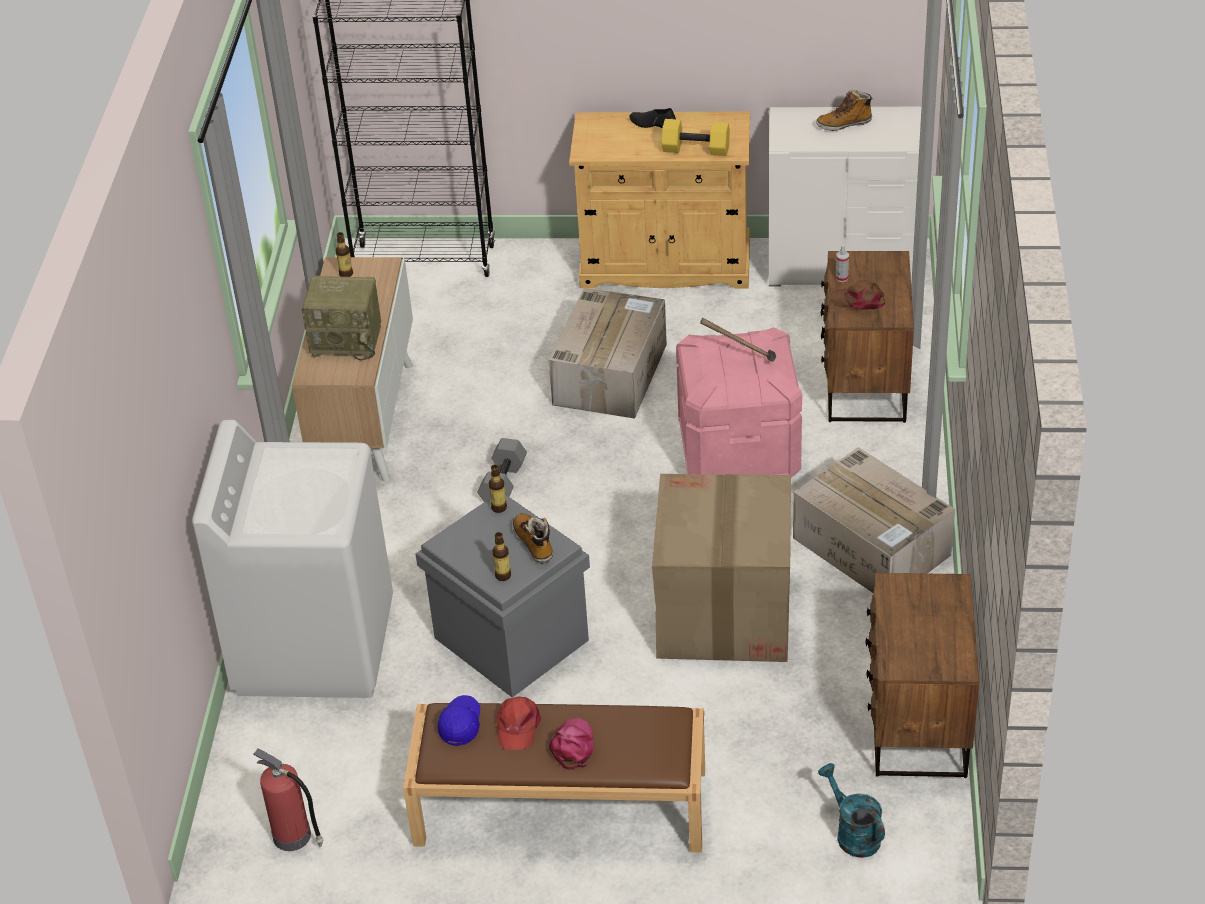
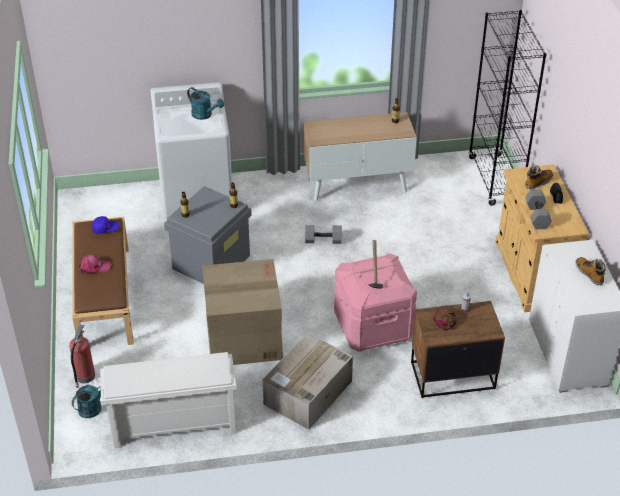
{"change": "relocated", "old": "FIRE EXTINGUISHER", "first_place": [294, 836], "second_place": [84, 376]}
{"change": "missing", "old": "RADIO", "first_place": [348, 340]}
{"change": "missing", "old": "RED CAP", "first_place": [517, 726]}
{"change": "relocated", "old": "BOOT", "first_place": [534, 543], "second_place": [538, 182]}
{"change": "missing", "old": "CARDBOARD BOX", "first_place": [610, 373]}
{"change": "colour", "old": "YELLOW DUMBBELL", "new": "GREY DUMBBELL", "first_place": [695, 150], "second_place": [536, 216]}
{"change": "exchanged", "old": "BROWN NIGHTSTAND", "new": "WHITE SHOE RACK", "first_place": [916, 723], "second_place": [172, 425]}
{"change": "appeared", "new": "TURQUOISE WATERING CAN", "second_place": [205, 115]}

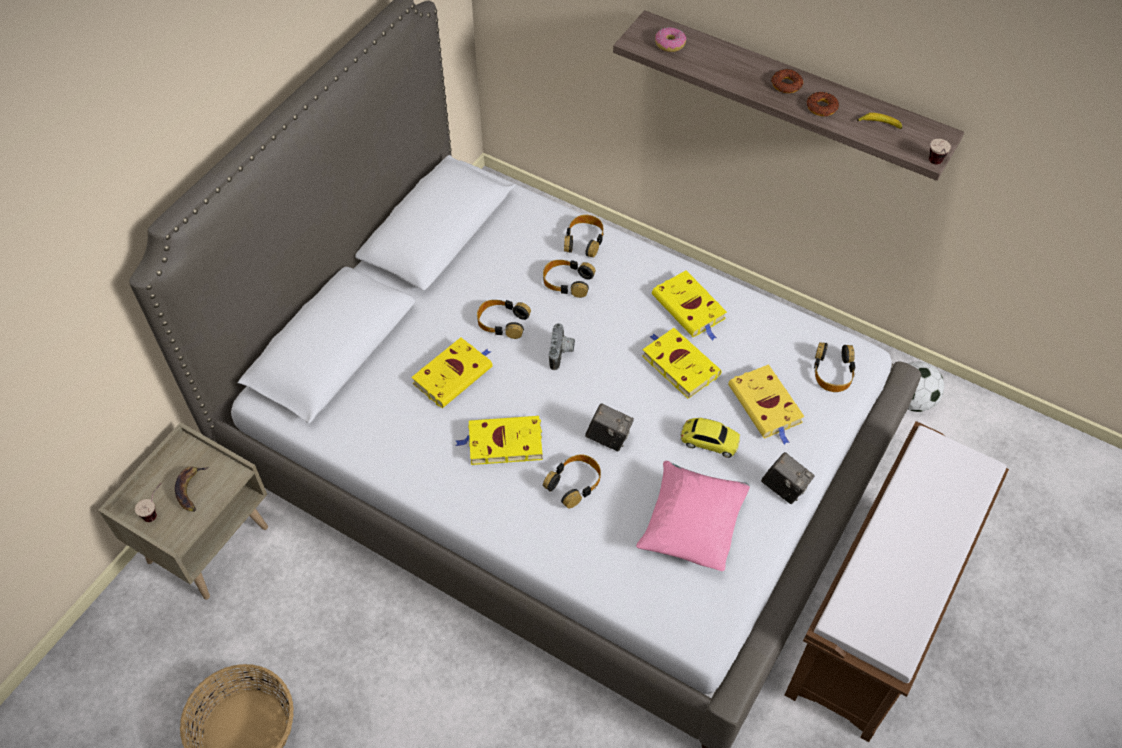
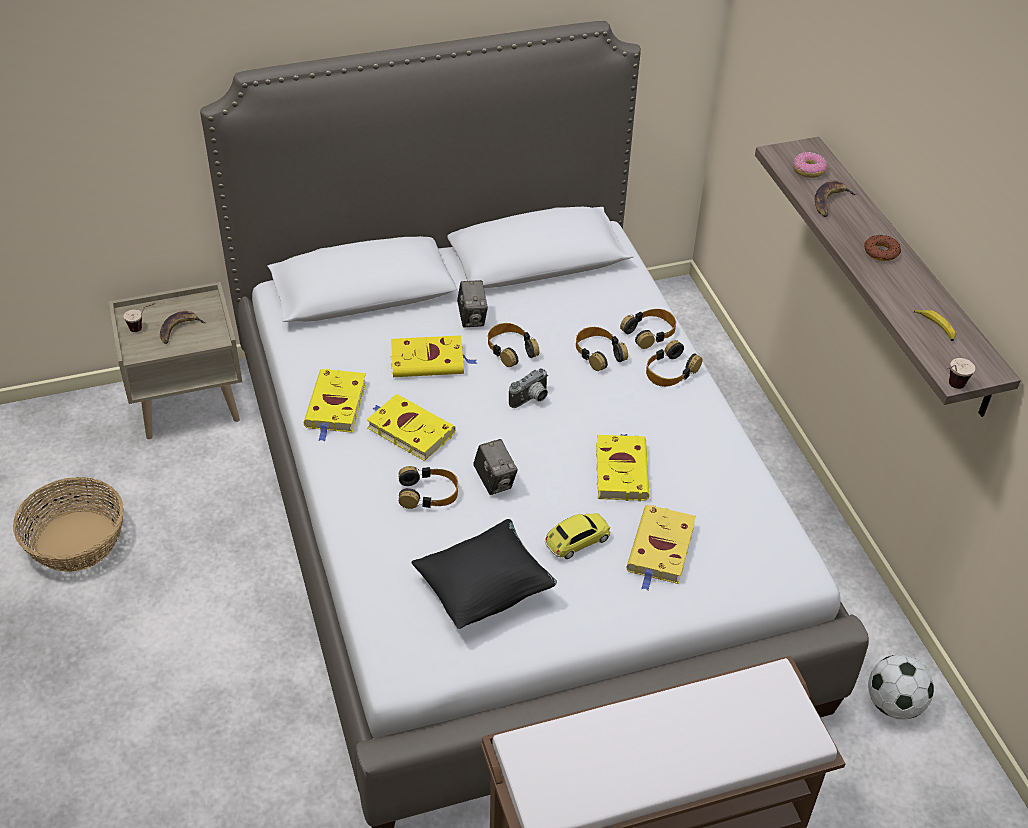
{"change": "colour", "old": "PINK PILLOW", "new": "BLACK PILLOW", "first_place": [691, 527], "second_place": [485, 590]}
{"change": "relocated", "old": "YELLOW BOOK", "first_place": [690, 308], "second_place": [336, 406]}
{"change": "spun", "old": "TOY CAR", "first_place": [709, 442], "second_place": [576, 541], "degrees": -90}
{"change": "relocated", "old": "PHOTO CAMERA", "first_place": [784, 488], "second_place": [472, 318]}
{"change": "missing", "old": "DONUT", "first_place": [821, 107]}
{"change": "relocated", "old": "HEADPHONES", "first_place": [833, 371], "second_place": [670, 371]}
{"change": "appeared", "new": "BANANA", "second_place": [830, 201]}

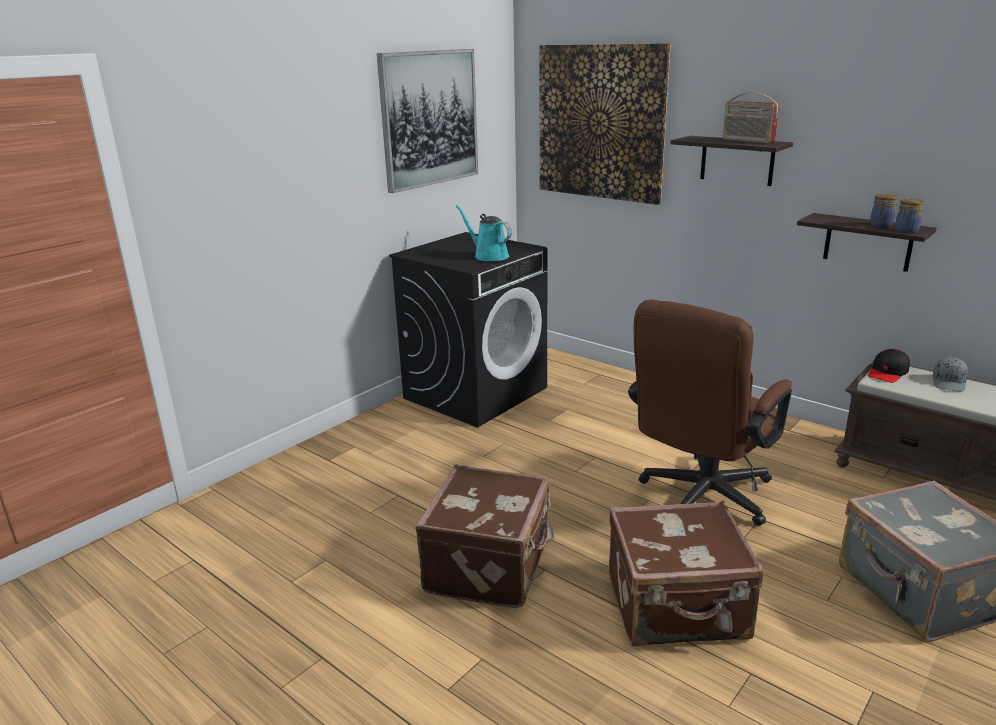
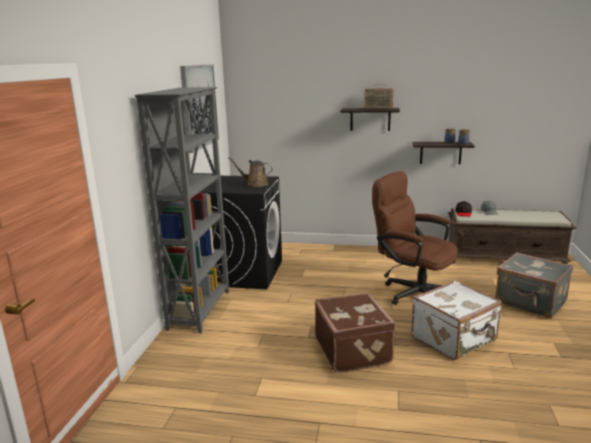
{"change": "colour", "old": "TURQUOISE WATERING CAN", "new": "BROWN WATERING CAN", "first_place": [488, 256], "second_place": [255, 184]}
{"change": "missing", "old": "PICTURE", "first_place": [600, 123]}
{"change": "colour", "old": "BROWN SUITCASE", "new": "WHITE SUITCASE", "first_place": [677, 609], "second_place": [454, 339]}
{"change": "spun", "old": "BROWN OFFICE CHAIR", "first_place": [700, 499], "second_place": [413, 292], "degrees": 120}
{"change": "appeared", "new": "GREY BOOKCASE", "second_place": [201, 309]}

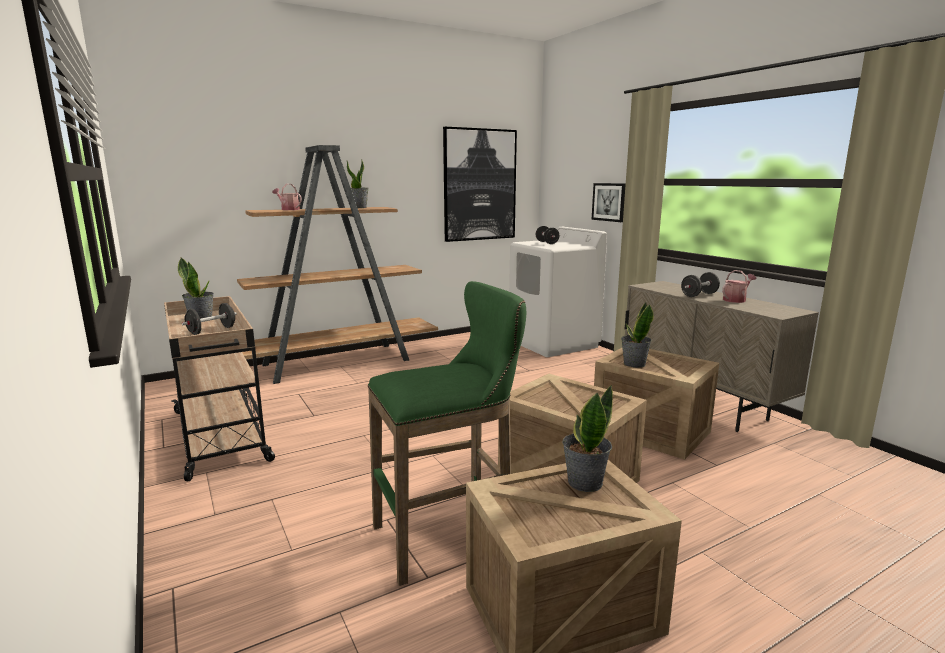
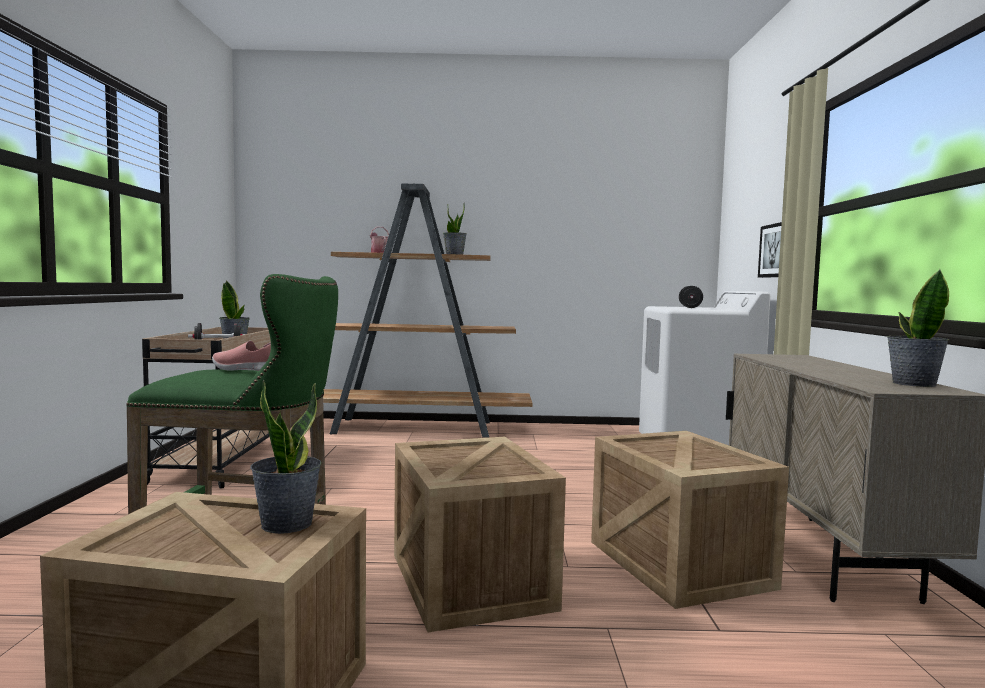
{"change": "missing", "old": "PICTURE", "first_place": [479, 185]}
{"change": "relocated", "old": "POTTED PLANT", "first_place": [634, 364], "second_place": [913, 384]}
{"change": "missing", "old": "BLACK DUMBBELL", "first_place": [699, 295]}
{"change": "missing", "old": "WATERING CAN", "first_place": [736, 300]}
{"change": "appeared", "new": "PINK SHOE", "second_place": [247, 371]}

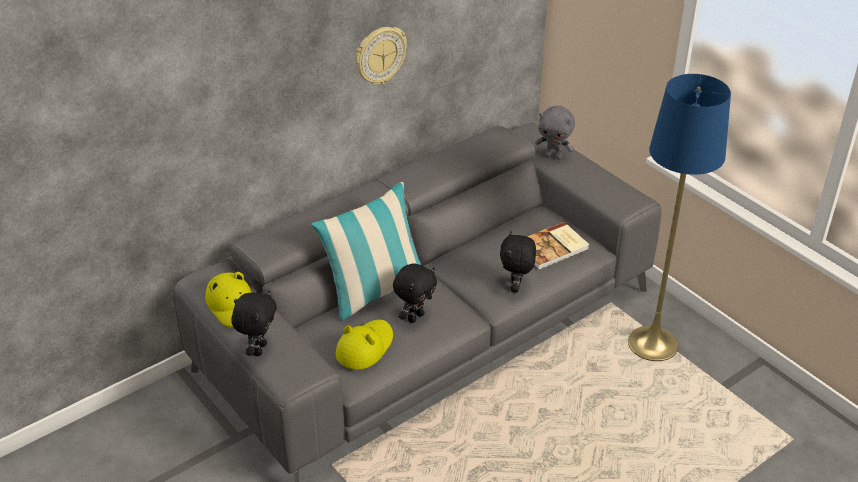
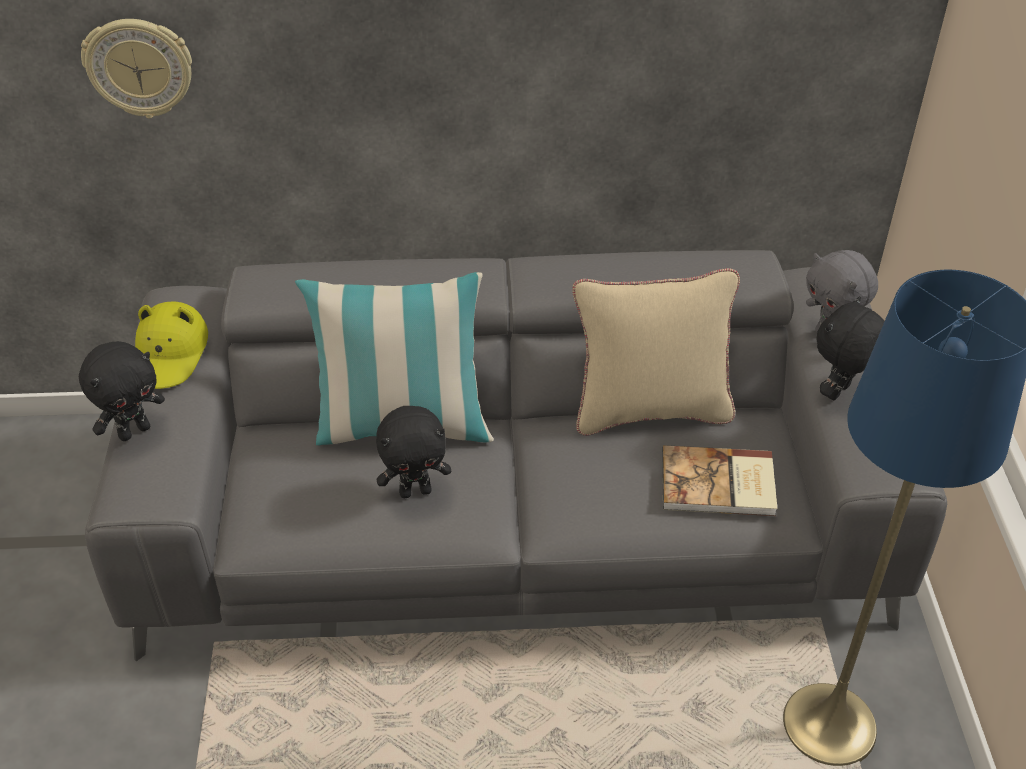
{"change": "missing", "old": "YELLOW HAT", "first_place": [364, 347]}
{"change": "relocated", "old": "WALL CLOCK", "first_place": [379, 55], "second_place": [139, 67]}
{"change": "relocated", "old": "BLACK PLUSH TOY", "first_place": [516, 287], "second_place": [839, 392]}
{"change": "appeared", "new": "BEIGE PILLOW", "second_place": [650, 410]}

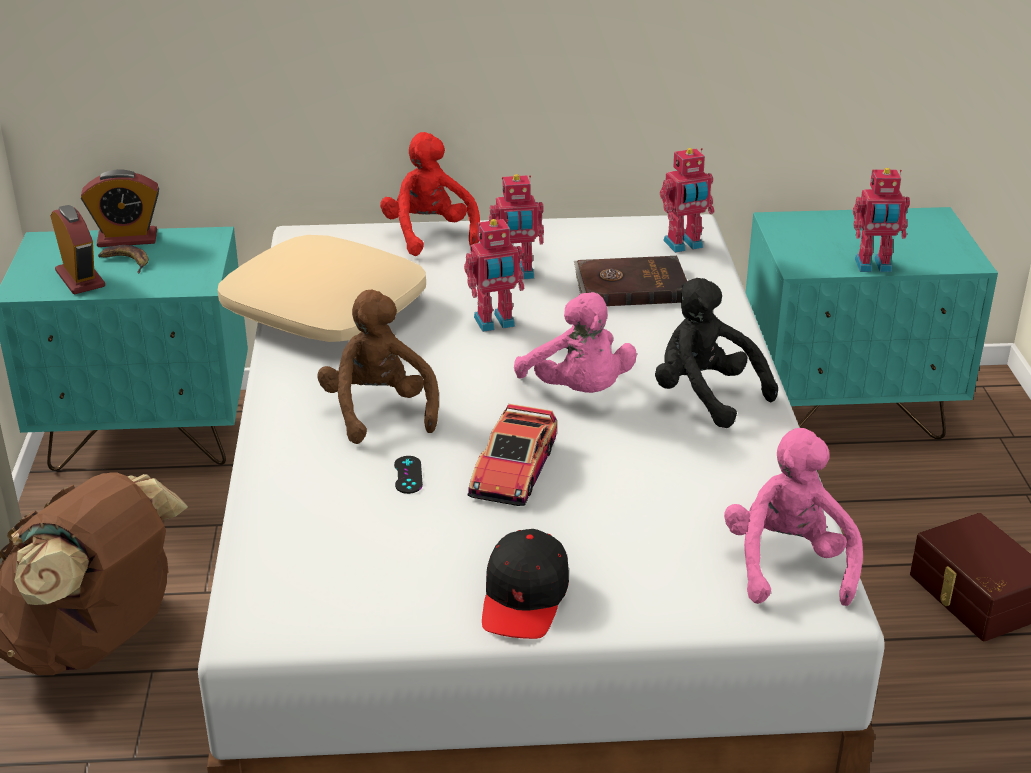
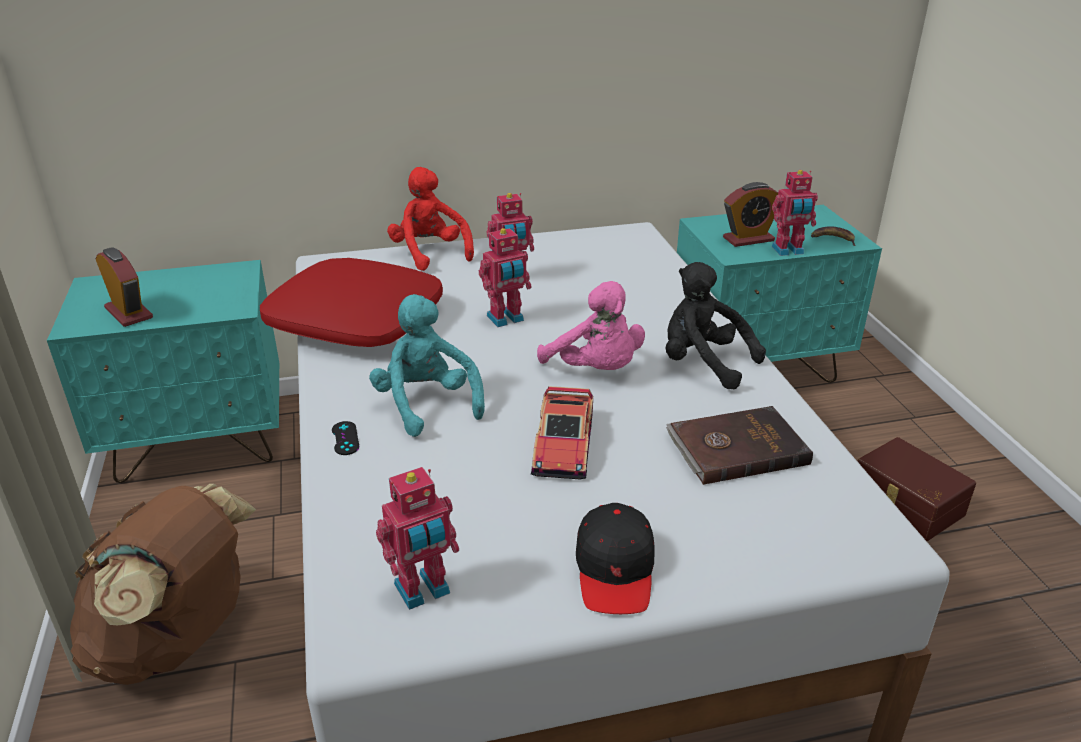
{"change": "relocated", "old": "ALARM CLOCK", "first_place": [127, 239], "second_place": [748, 239]}
{"change": "relocated", "old": "BANANA", "first_place": [125, 262], "second_place": [832, 239]}
{"change": "colour", "old": "BEIGE PILLOW", "new": "RED PILLOW", "first_place": [323, 310], "second_place": [355, 321]}
{"change": "colour", "old": "BROWN PLUSH TOY", "new": "TURQUOISE PLUSH TOY", "first_place": [379, 411], "second_place": [426, 404]}
{"change": "relocated", "old": "BLACK GAME CONTROLLER", "first_place": [408, 475], "second_place": [345, 438]}
{"change": "relocated", "old": "BROWN BOOK", "first_place": [630, 286], "second_place": [736, 448]}
{"change": "relocated", "old": "TOY ROBOT", "first_place": [684, 245], "second_place": [423, 591]}
{"change": "missing", "old": "PINK PLUSH TOY", "first_place": [788, 564]}

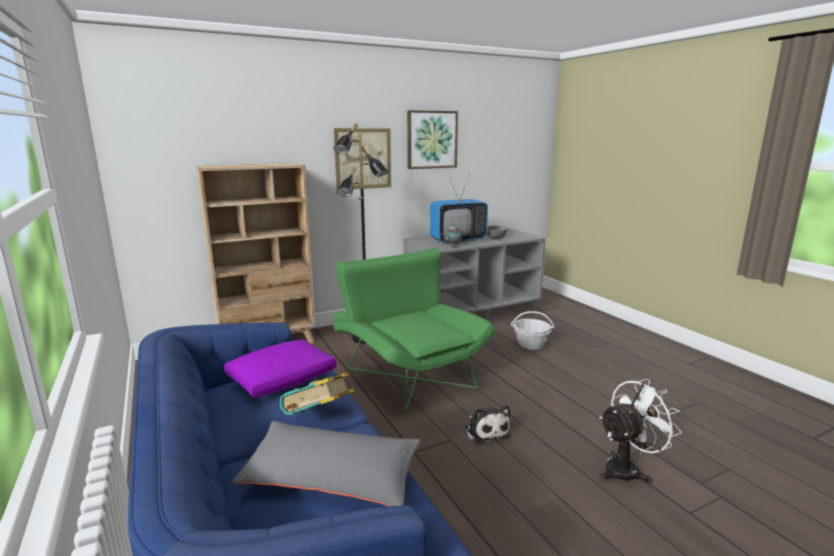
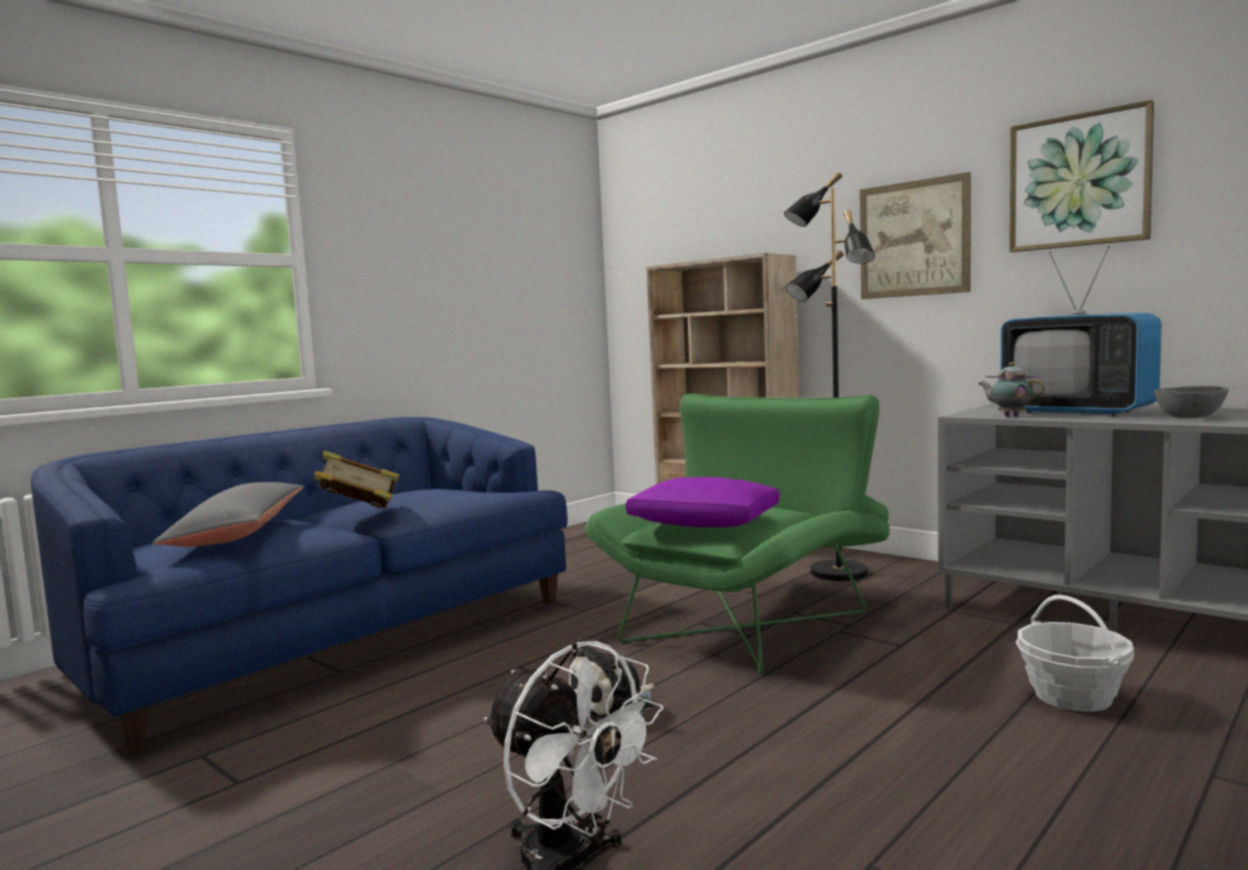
{"change": "relocated", "old": "PURPLE PILLOW", "first_place": [283, 379], "second_place": [705, 523]}

